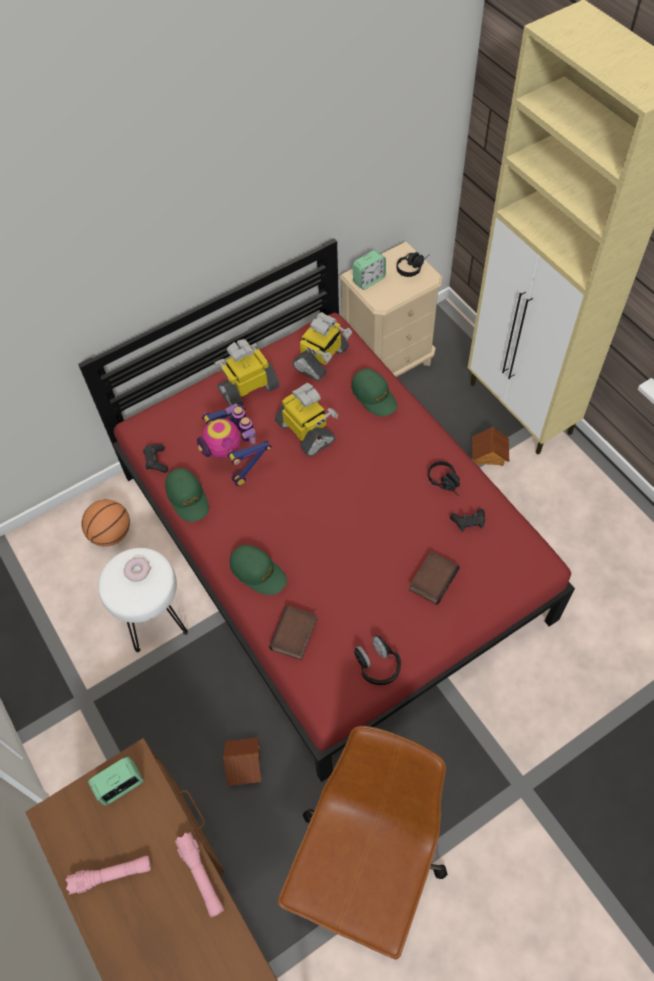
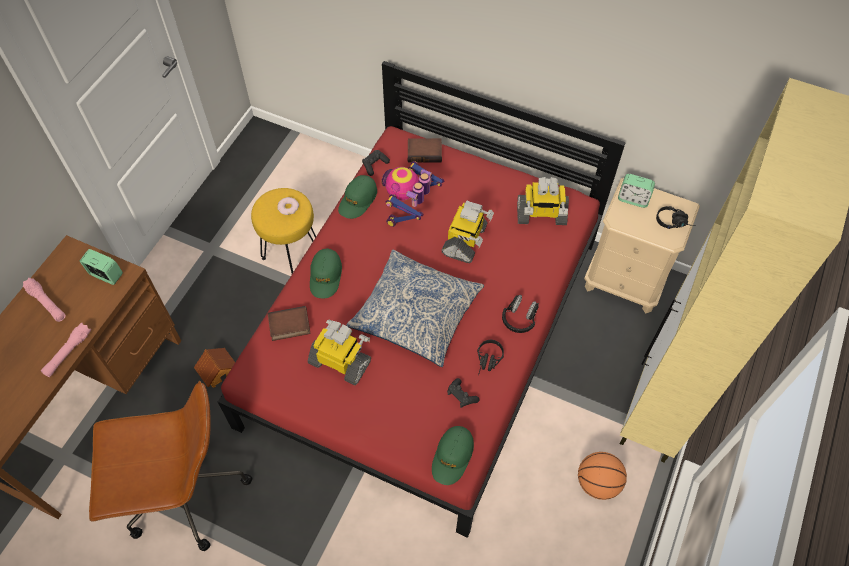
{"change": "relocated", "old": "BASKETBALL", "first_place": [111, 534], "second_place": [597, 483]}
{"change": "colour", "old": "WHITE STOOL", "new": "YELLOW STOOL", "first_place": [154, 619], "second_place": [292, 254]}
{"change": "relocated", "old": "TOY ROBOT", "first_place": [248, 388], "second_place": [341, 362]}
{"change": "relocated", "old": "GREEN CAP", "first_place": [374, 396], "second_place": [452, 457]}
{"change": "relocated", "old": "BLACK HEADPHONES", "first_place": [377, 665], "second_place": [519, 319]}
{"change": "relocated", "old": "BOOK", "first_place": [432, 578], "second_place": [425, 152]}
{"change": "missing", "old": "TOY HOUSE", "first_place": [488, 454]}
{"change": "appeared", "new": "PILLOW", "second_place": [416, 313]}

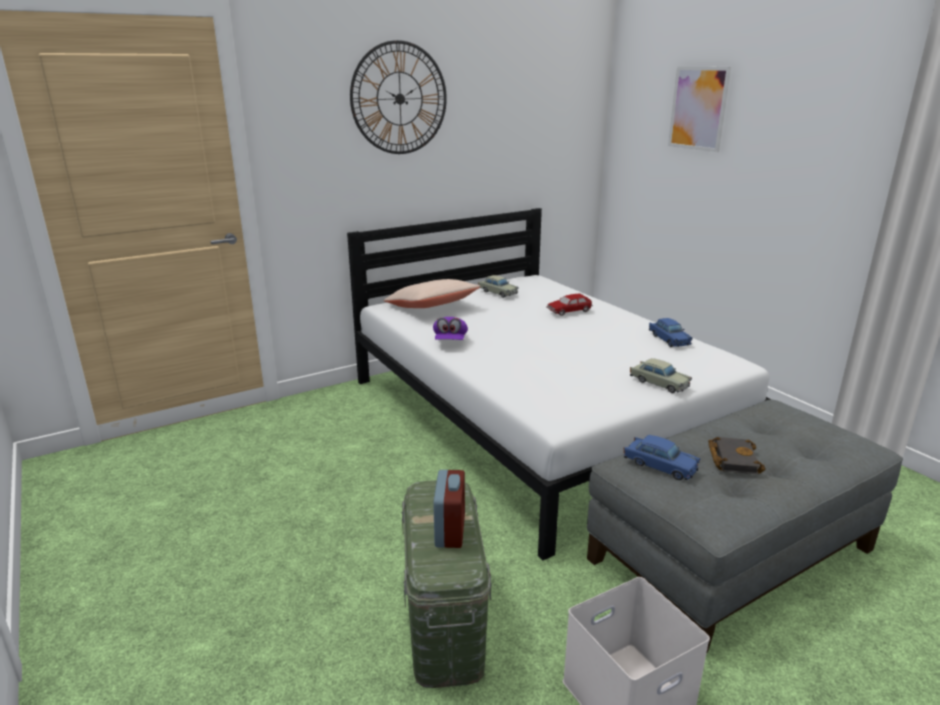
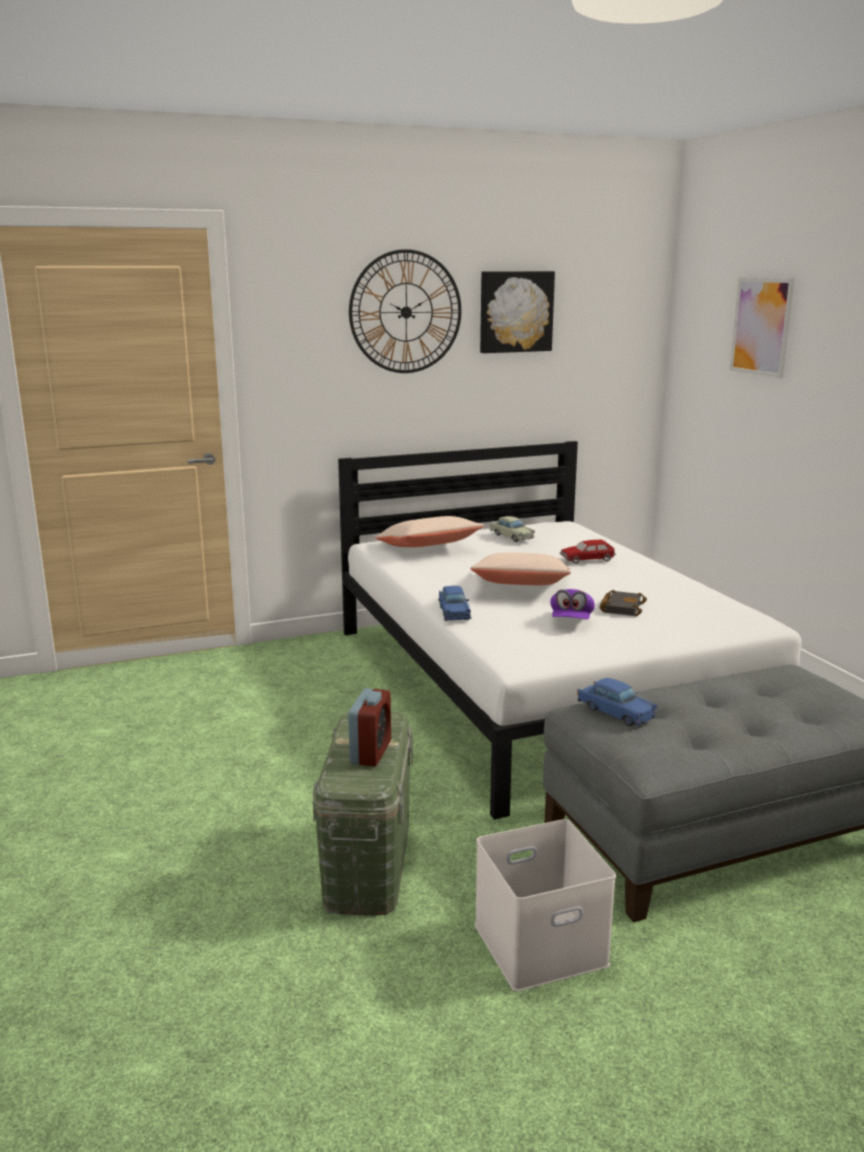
{"change": "relocated", "old": "PURPLE CAP", "first_place": [450, 341], "second_place": [571, 621]}
{"change": "missing", "old": "BEIGE TOY CAR", "first_place": [659, 383]}
{"change": "relocated", "old": "BLUE TOY CAR", "first_place": [669, 339], "second_place": [454, 612]}
{"change": "relocated", "old": "BLACK BOOK", "first_place": [732, 458], "second_place": [621, 607]}
{"change": "appeared", "new": "BEIGE PILLOW", "second_place": [521, 587]}
{"change": "appeared", "new": "PICTURE", "second_place": [515, 311]}

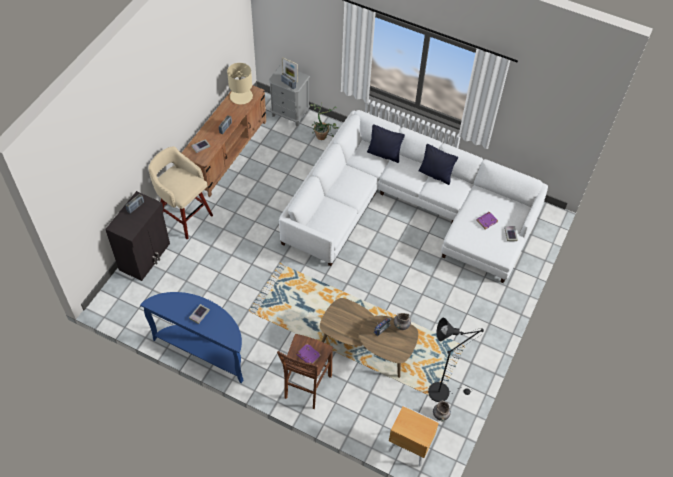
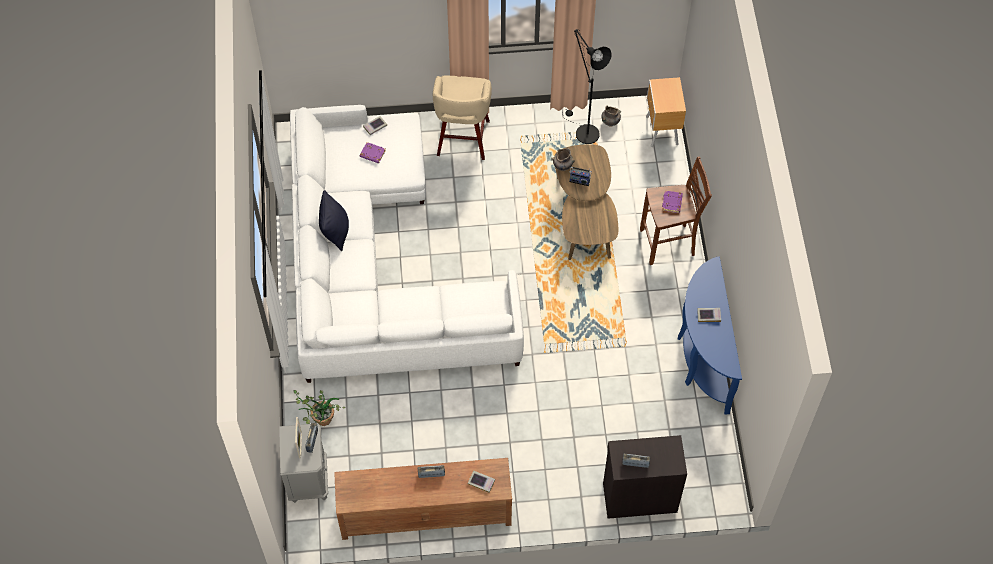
{"change": "relocated", "old": "BEIGE STOOL", "first_place": [185, 216], "second_place": [462, 140]}
{"change": "missing", "old": "BEIGE TABLE LAMP", "first_place": [241, 96]}
{"change": "missing", "old": "BLACK PILLOW", "first_place": [384, 154]}

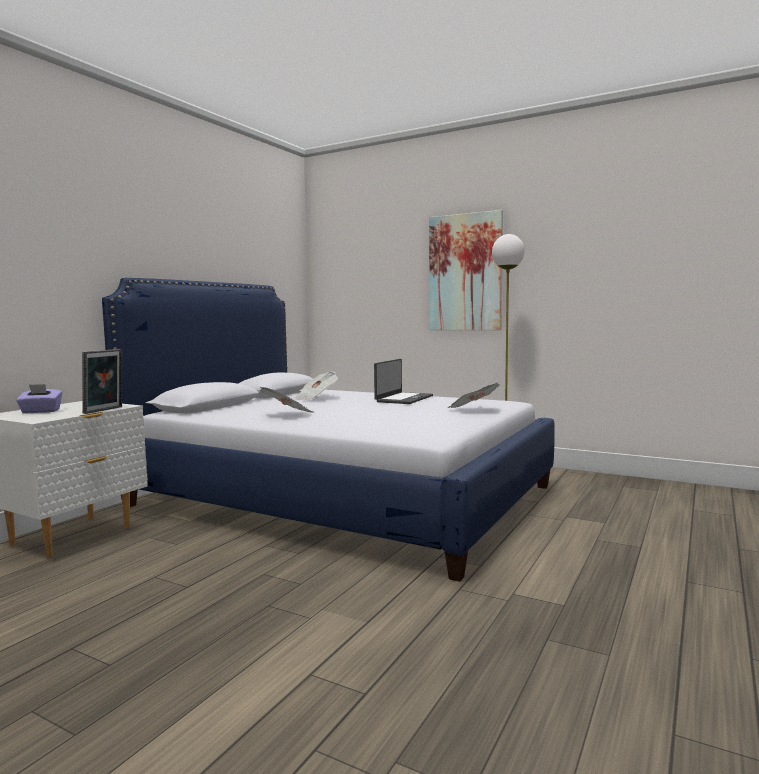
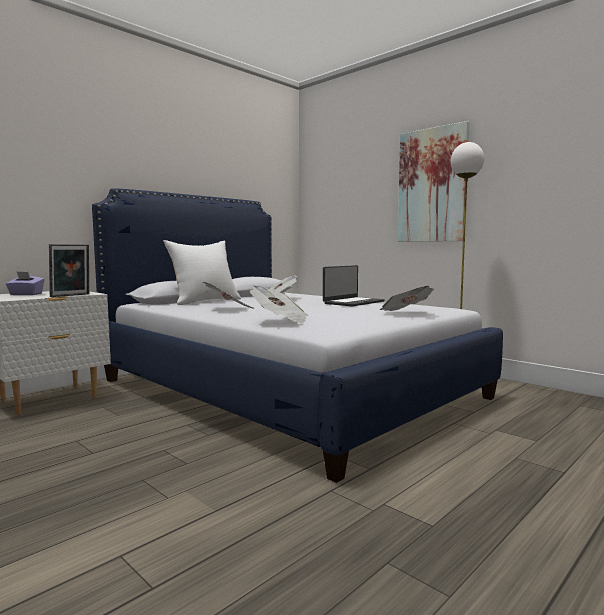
{"change": "appeared", "new": "WHITE PILLOW", "second_place": [205, 301]}
{"change": "appeared", "new": "NEWSPAPER", "second_place": [280, 320]}

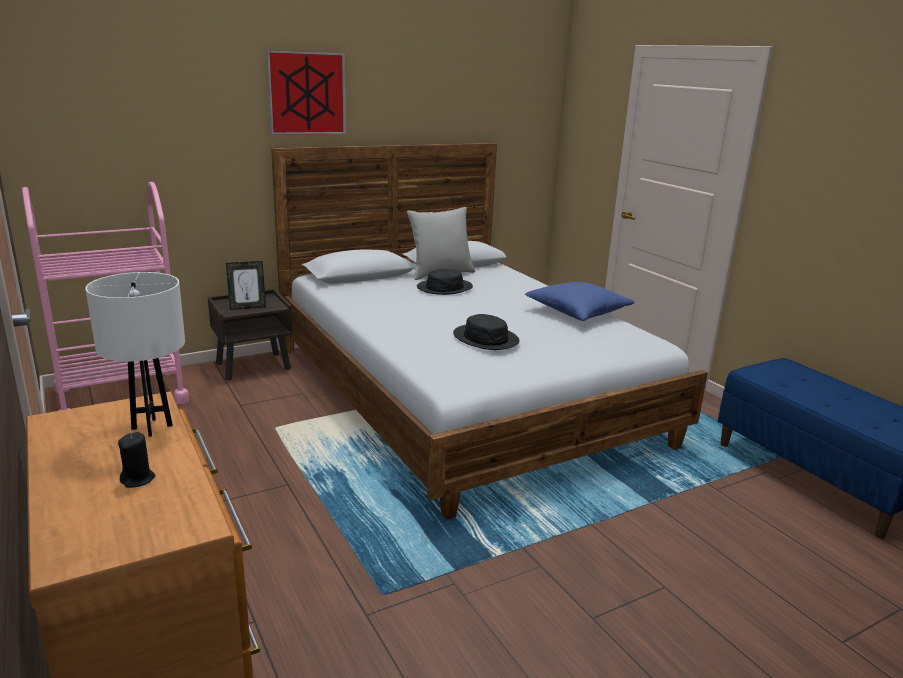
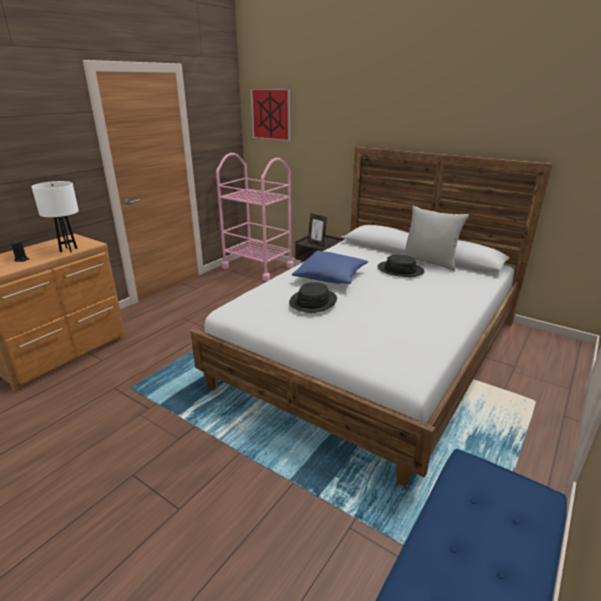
{"change": "relocated", "old": "PICTURE", "first_place": [307, 93], "second_place": [271, 114]}
{"change": "relocated", "old": "BLUE PILLOW", "first_place": [577, 312], "second_place": [330, 277]}

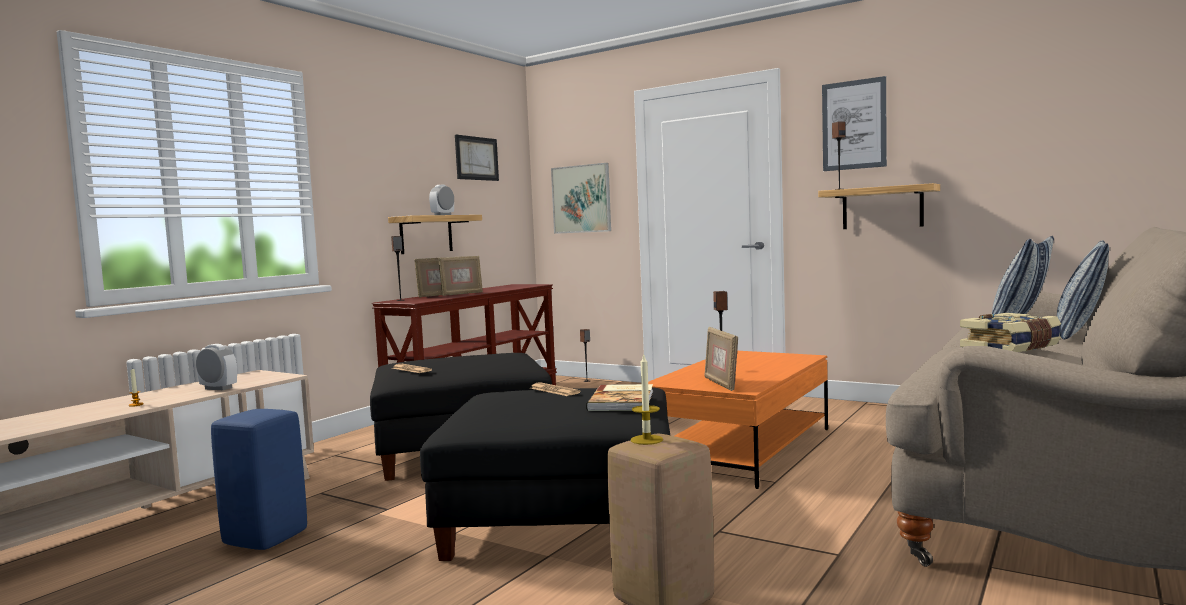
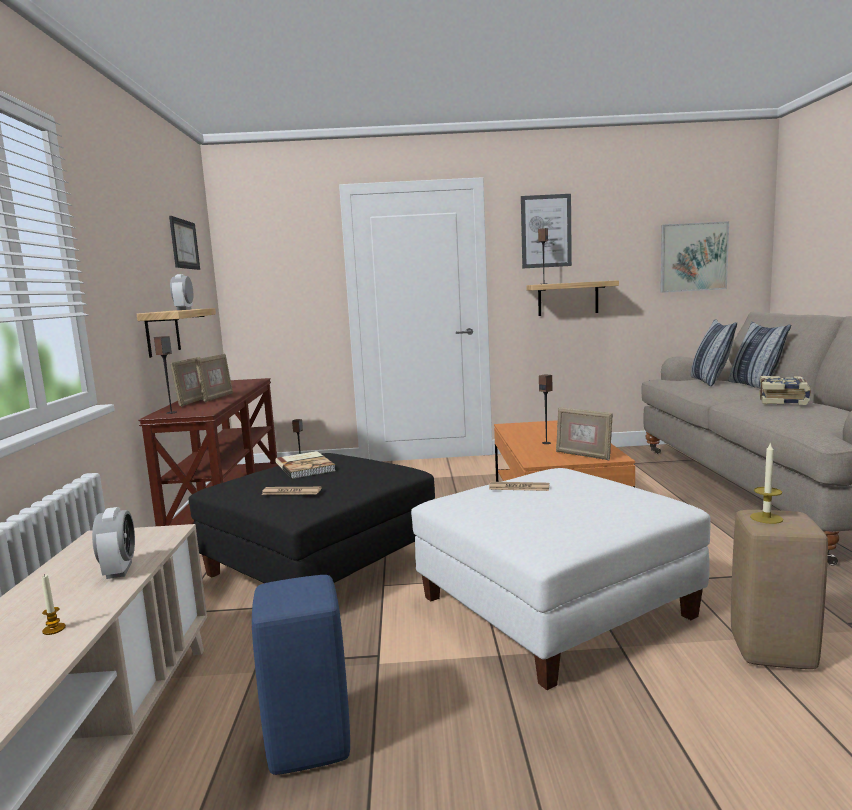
{"change": "spun", "old": "ALARM CLOCK", "first_place": [218, 388], "second_place": [119, 570], "degrees": 90}
{"change": "colour", "old": "BLACK OTTOMAN", "new": "WHITE OTTOMAN", "first_place": [563, 516], "second_place": [554, 605]}
{"change": "relocated", "old": "PICTURE", "first_place": [581, 199], "second_place": [693, 257]}
{"change": "relocated", "old": "BOOK", "first_place": [623, 400], "second_place": [306, 466]}

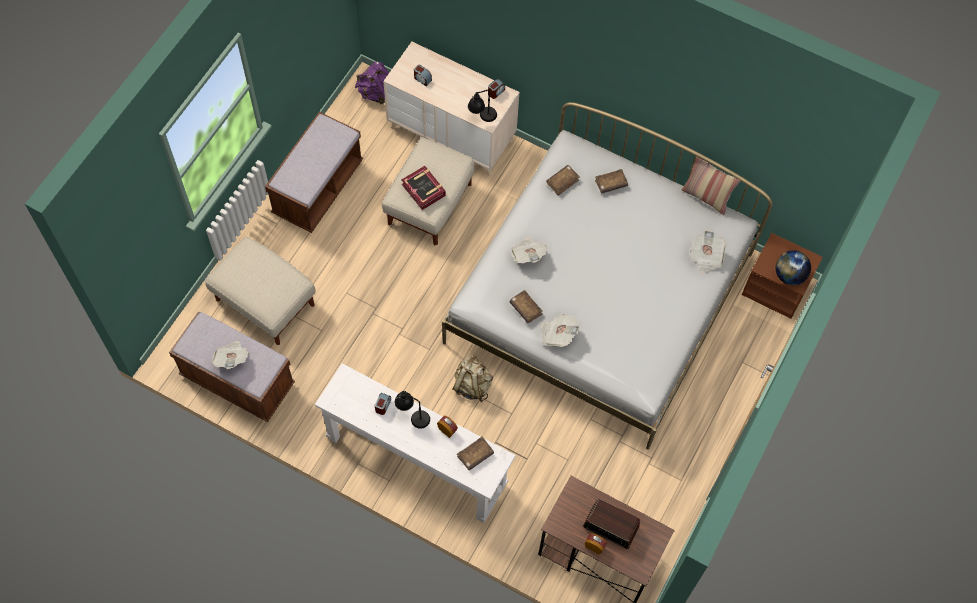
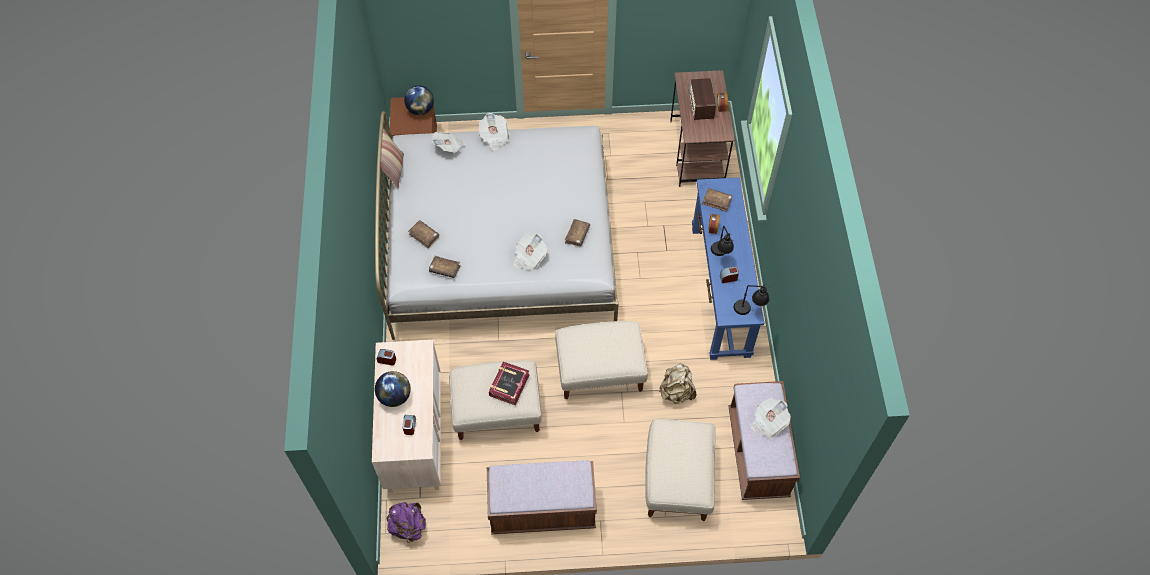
{"change": "colour", "old": "WHITE CONSOLE TABLE", "new": "BLUE CONSOLE TABLE", "first_place": [416, 461], "second_place": [720, 290]}
{"change": "relocated", "old": "BEIGE BACKPACK", "first_place": [472, 385], "second_place": [676, 391]}
{"change": "relocated", "old": "BLACK TABLE LAMP", "first_place": [482, 118], "second_place": [749, 309]}
{"change": "relocated", "old": "NEWSPAPER", "first_place": [557, 334], "second_place": [494, 137]}
{"change": "appeared", "new": "GLOBE", "second_place": [395, 396]}
{"change": "appeared", "new": "BEIGE OTTOMAN", "second_place": [599, 370]}

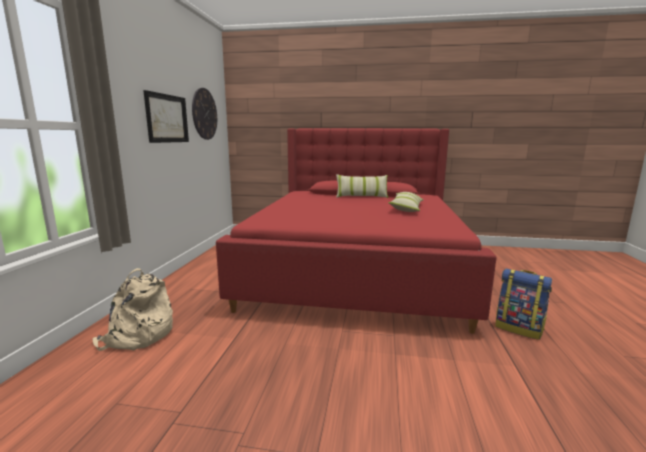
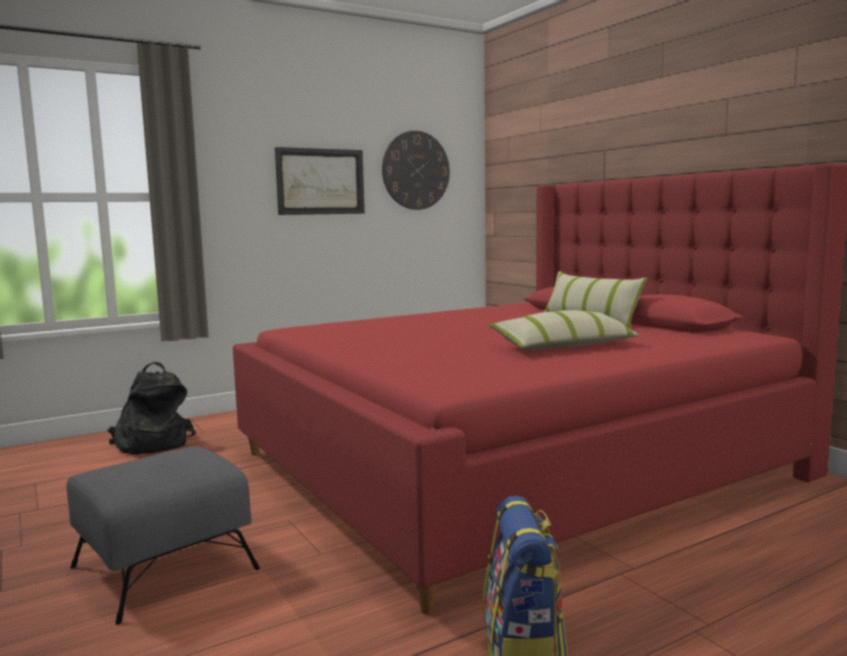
{"change": "colour", "old": "BEIGE BACKPACK", "new": "BLACK BACKPACK", "first_place": [138, 336], "second_place": [151, 444]}
{"change": "appeared", "new": "GREY OTTOMAN", "second_place": [162, 568]}

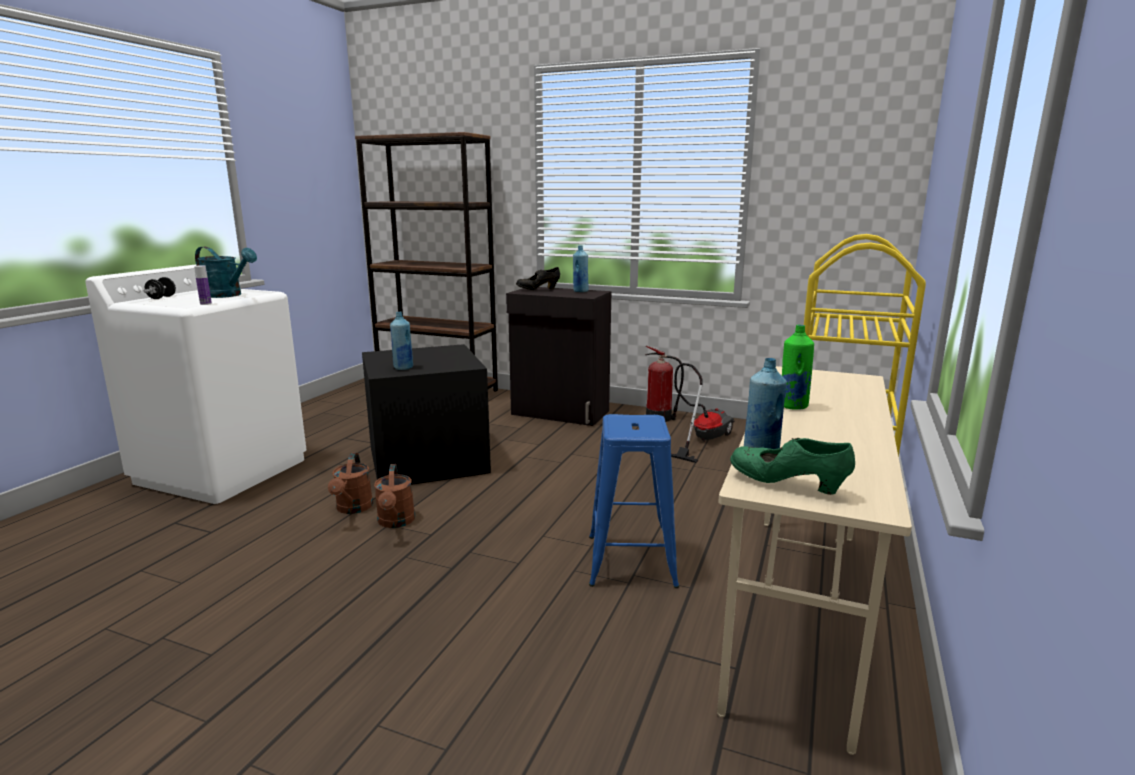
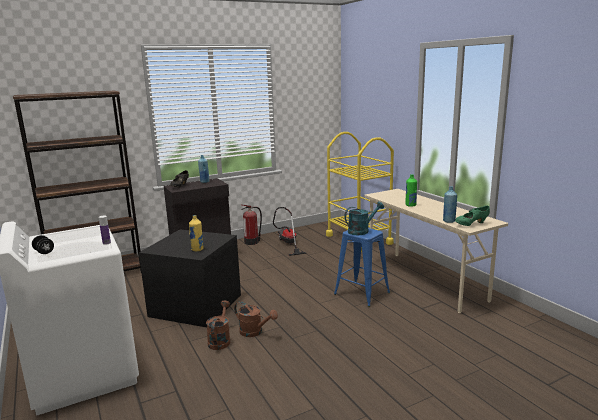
{"change": "relocated", "old": "TURQUOISE WATERING CAN", "first_place": [228, 295], "second_place": [361, 231]}
{"change": "spun", "old": "BROWN WATERING CAN", "first_place": [353, 509], "second_place": [220, 340], "degrees": -120}
{"change": "colour", "old": "BLUE BOTTLE", "new": "YELLOW BOTTLE", "first_place": [403, 368], "second_place": [197, 249]}

